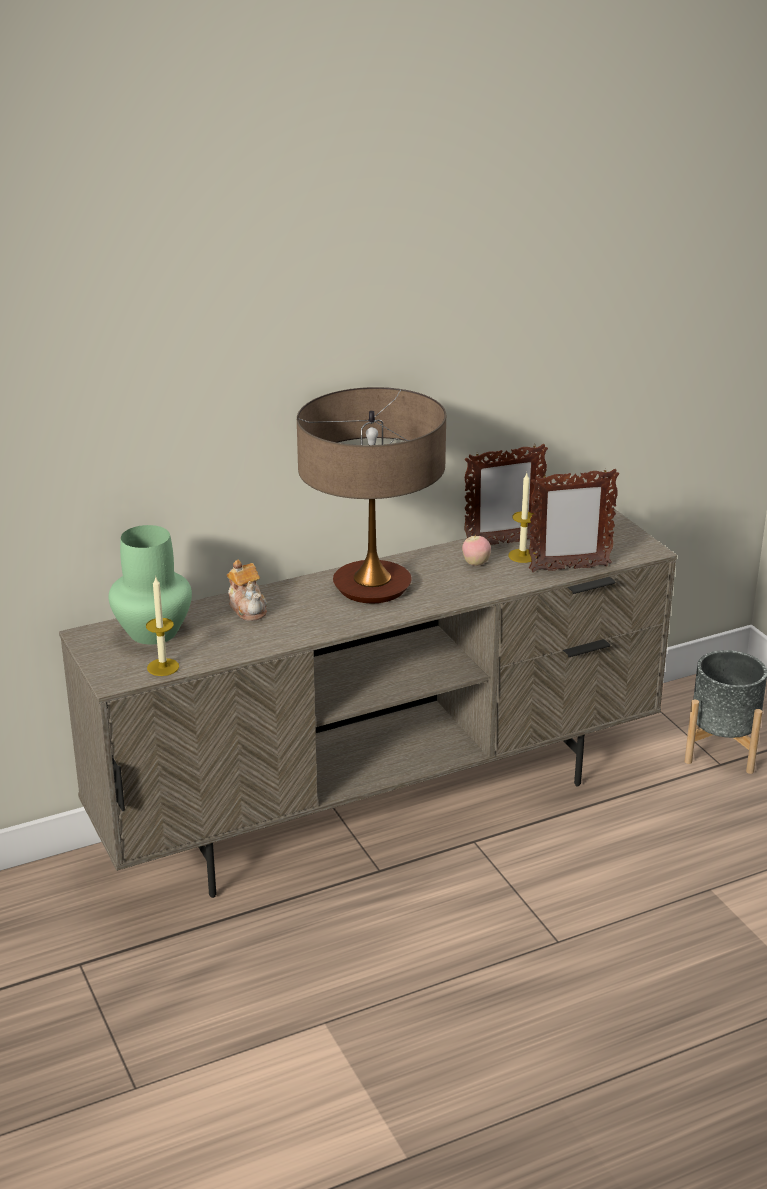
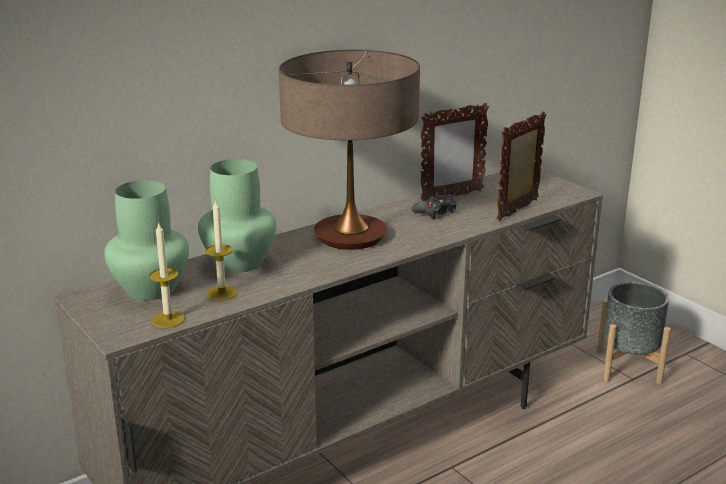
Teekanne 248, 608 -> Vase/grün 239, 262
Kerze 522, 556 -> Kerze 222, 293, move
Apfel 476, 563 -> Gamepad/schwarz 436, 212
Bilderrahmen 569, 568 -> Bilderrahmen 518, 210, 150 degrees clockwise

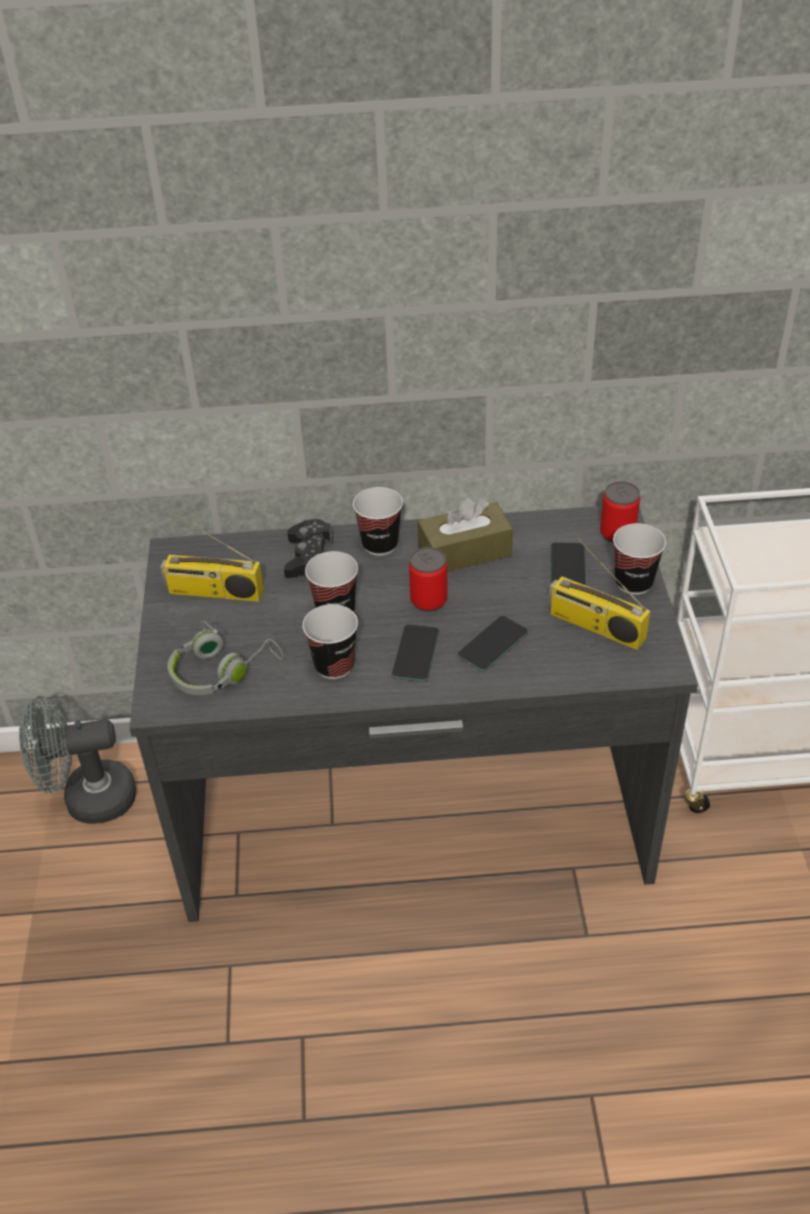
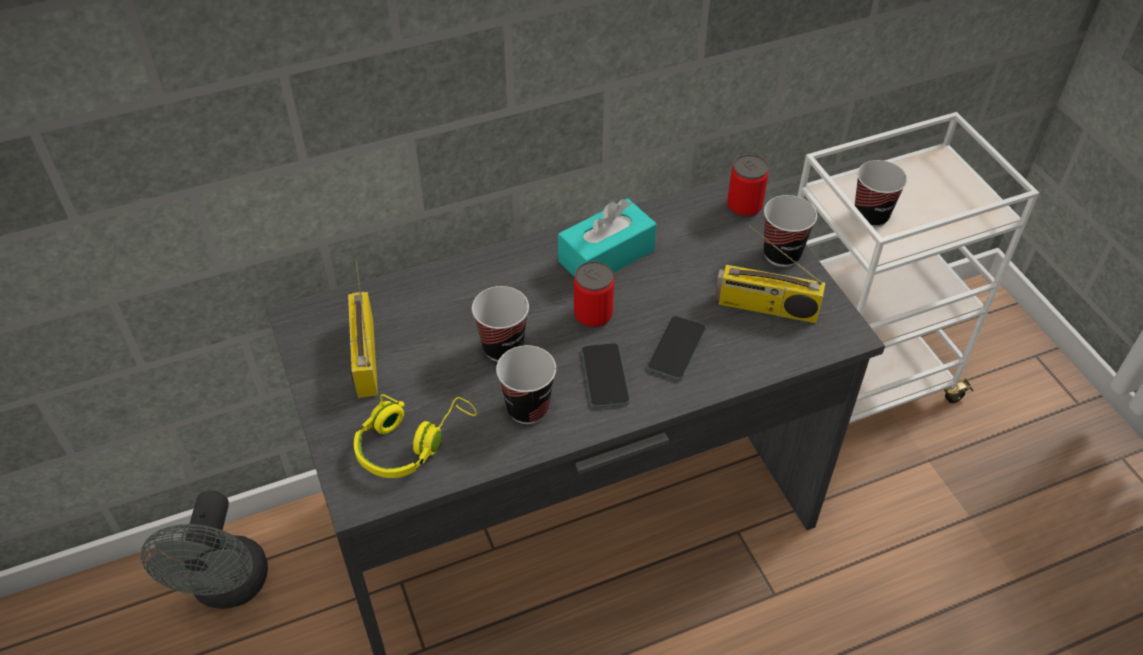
Ventilator/grau 88, 799 -> Ventilator/grau 228, 588, 60 degrees counterclockwise
Radio 213, 592 -> Radio 363, 355, 90 degrees clockwise
Kopfhörer/grau 222, 670 -> Kopfhörer/gelb 411, 442
Taschentuchbox/braun 464, 552 -> Taschentuchbox/türkis 606, 256
Tasse 380, 544 -> Tasse 871, 216, move
Gamepad/schwarz 309, 557 -> none
Handy 567, 568 -> none

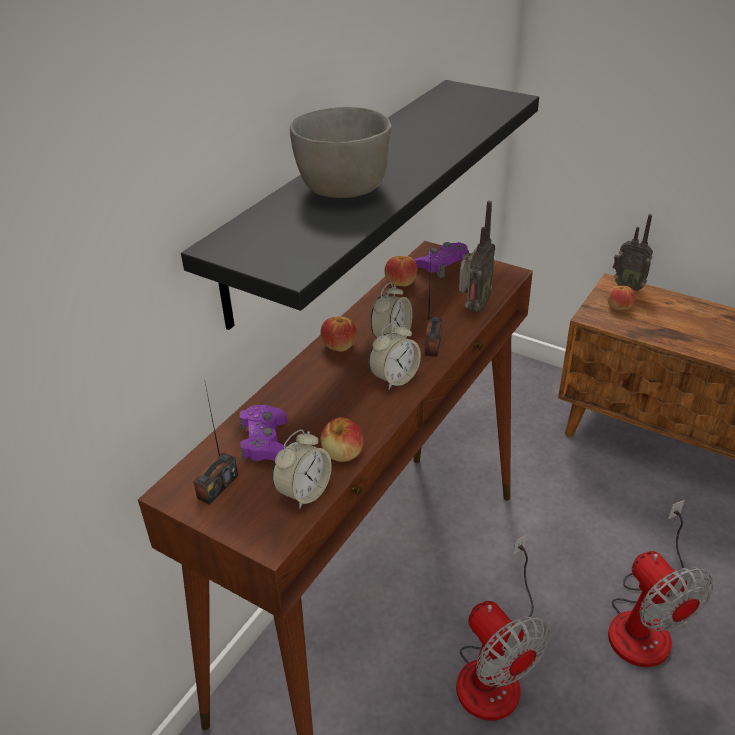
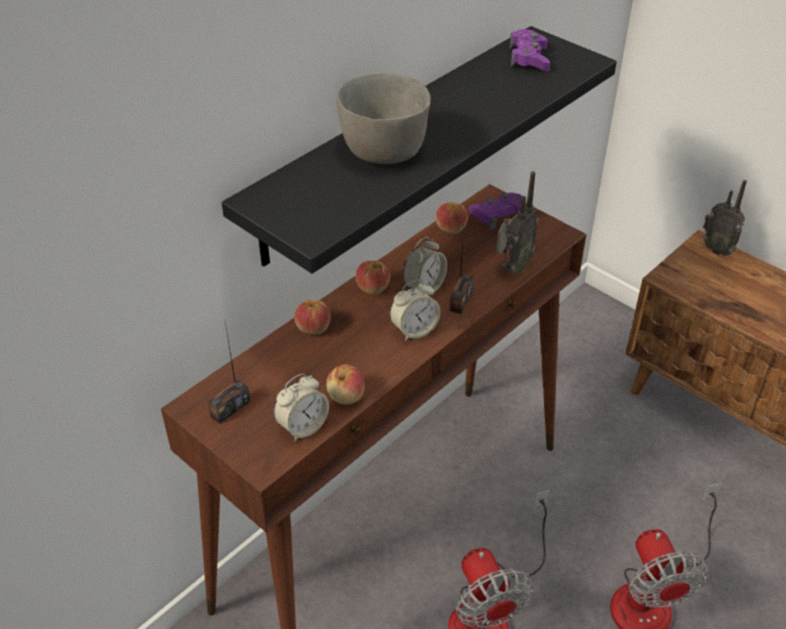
Apfel 618, 307 -> Apfel 313, 328, move
Gamepad/lila 265, 442 -> Gamepad/lila 529, 58, move

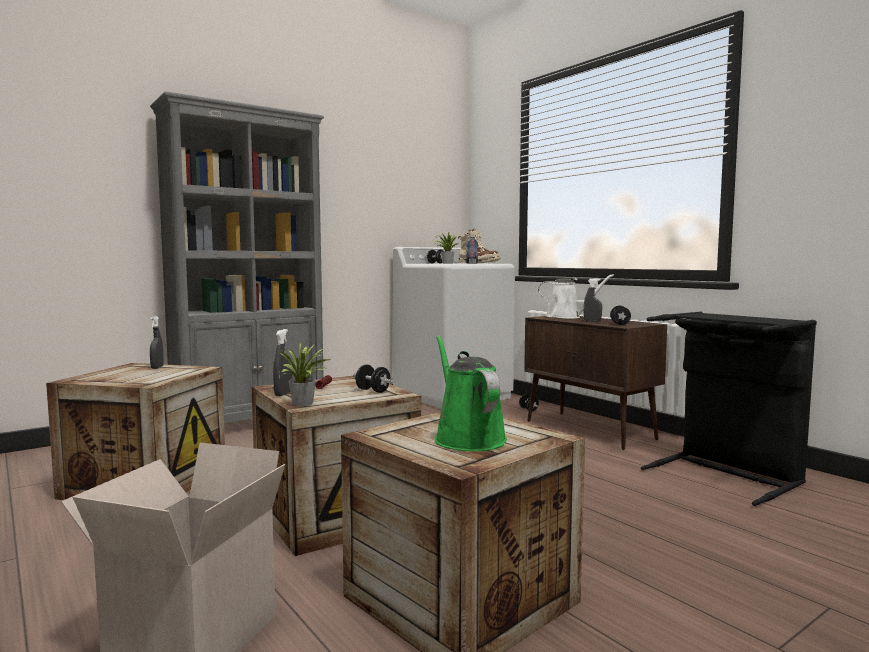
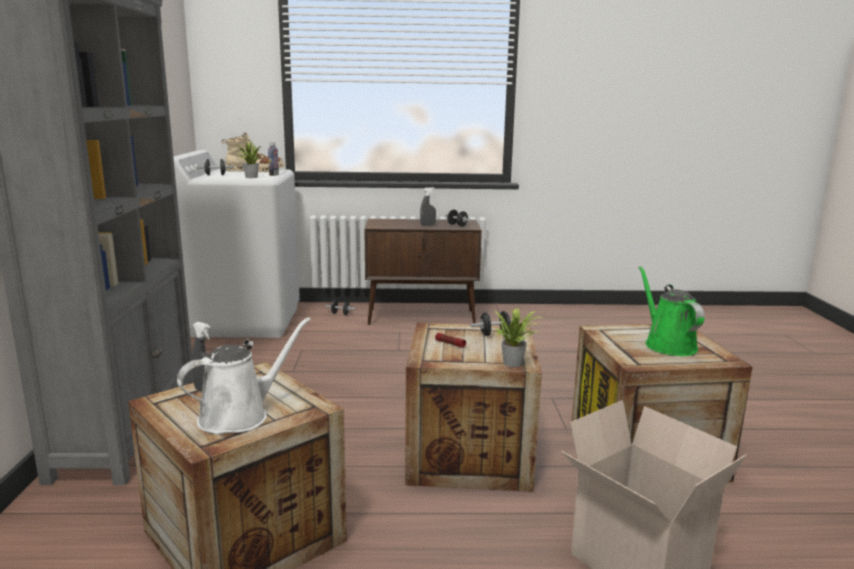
Gießkanne/weiß 567, 317 -> Gießkanne/weiß 239, 416, move
Gießkanne/grün 467, 438 -> Gießkanne/grün 667, 344, 60 degrees clockwise
Sprühflasche/grau 283, 394 -> none
Wäschekorb/schwarz 728, 474 -> none

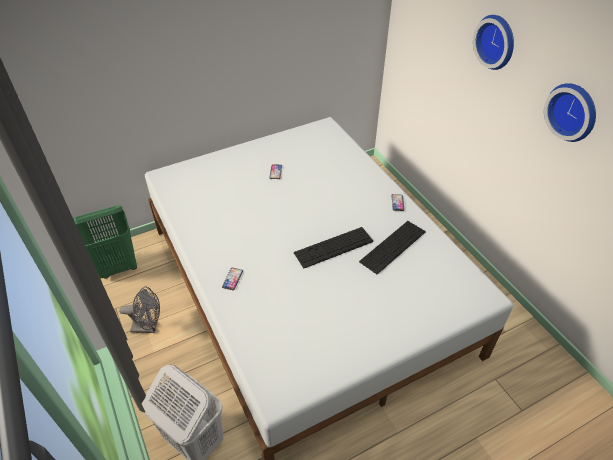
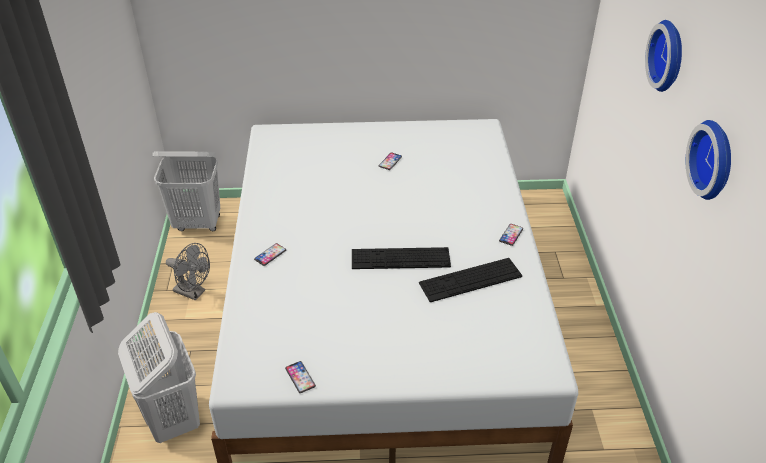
Wäschekorb/grün 118, 267 -> Wäschekorb/weiß 198, 223
none -> Handy 300, 377

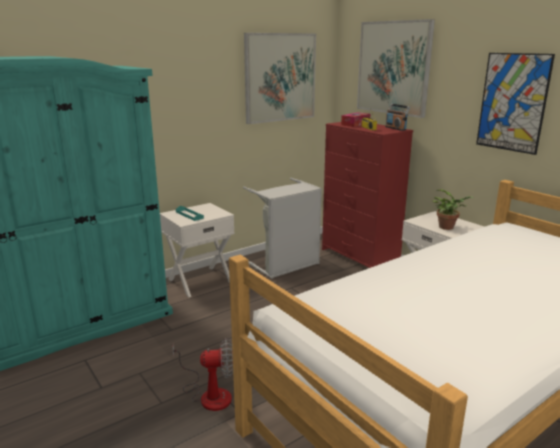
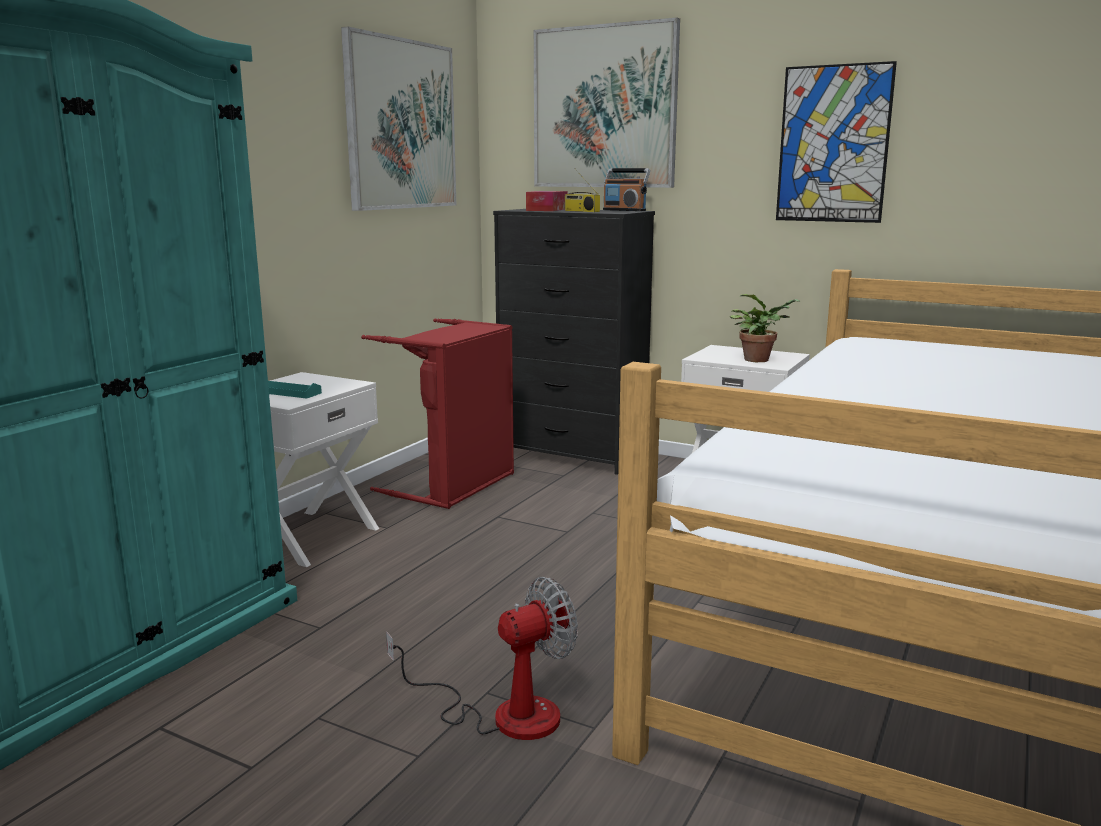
Wäschekorb/grau 286, 265 -> Wäschekorb/rot 456, 486
Kommode/rot 360, 257 -> Kommode/schwarz 573, 454

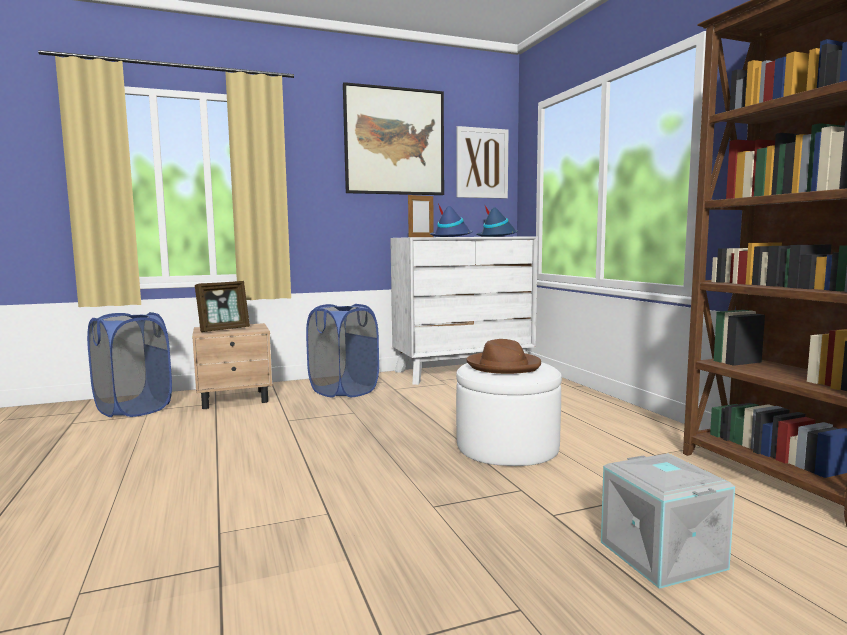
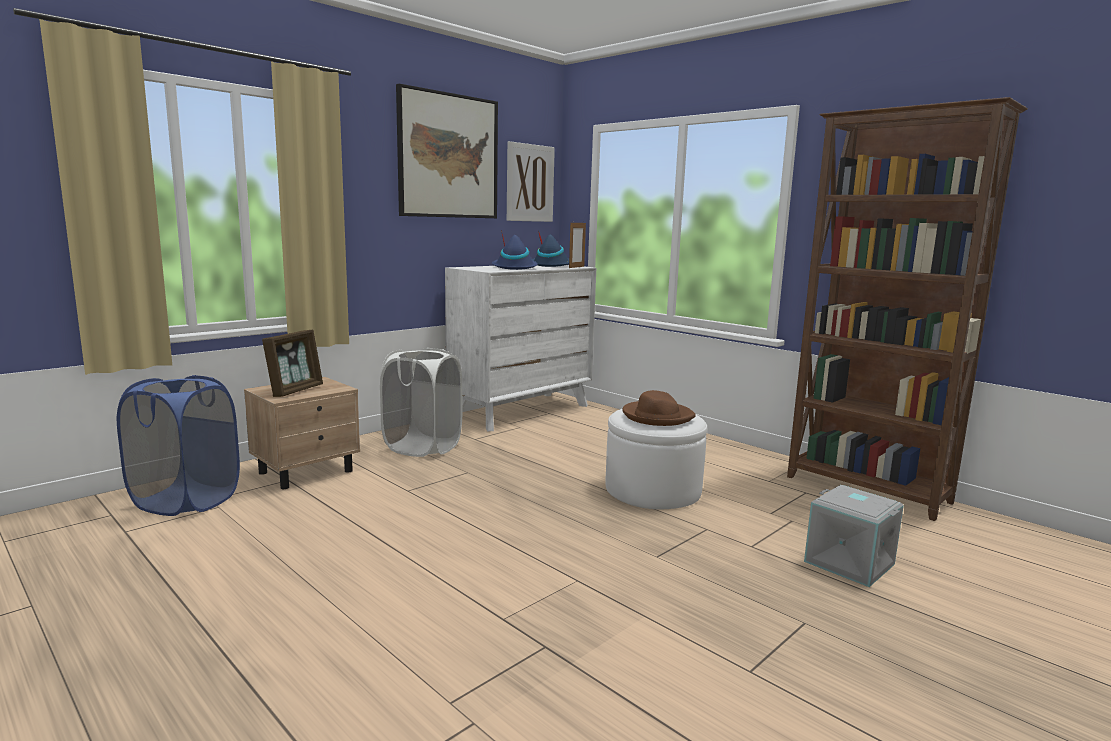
Wäschekorb/blau 343, 391 -> Wäschekorb/weiß 422, 447
Bilderrahmen 421, 237 -> Bilderrahmen 576, 267, move

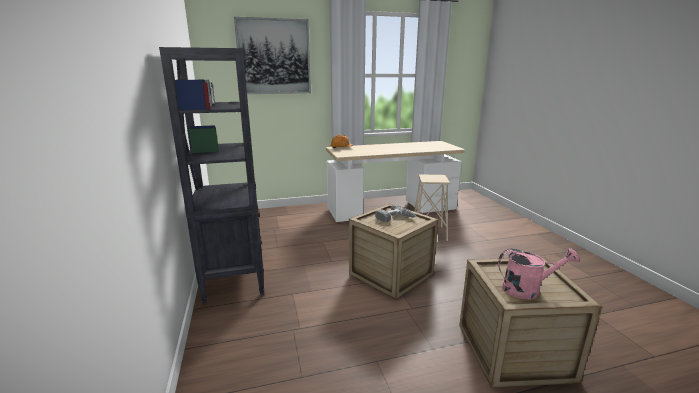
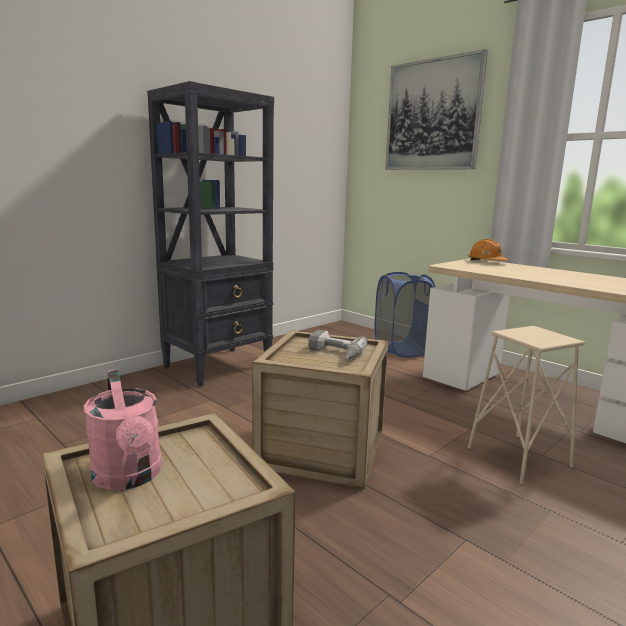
none -> Wäschekorb/blau 401, 349

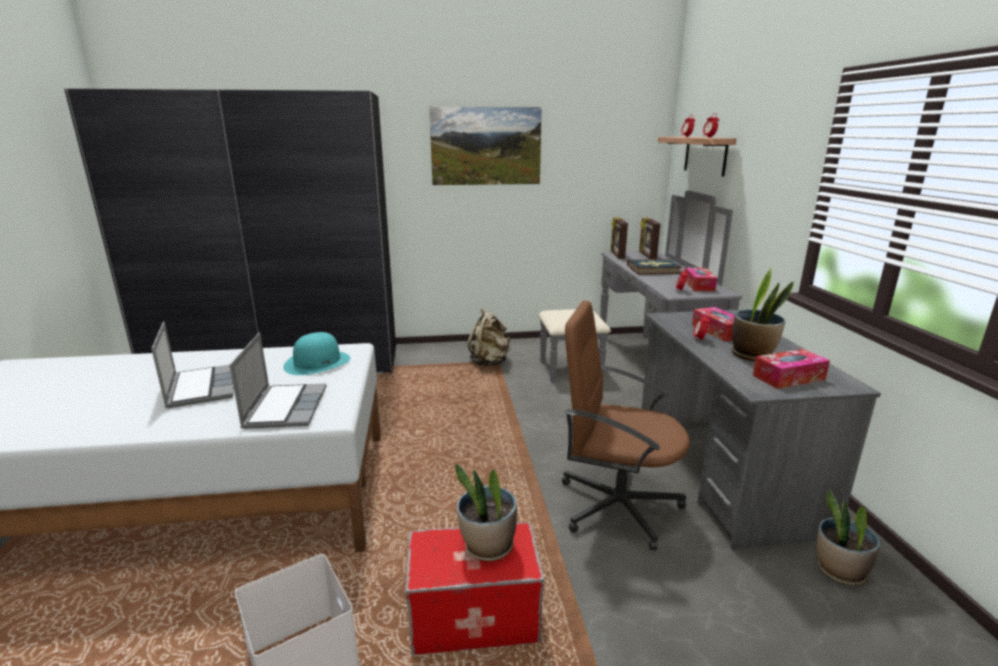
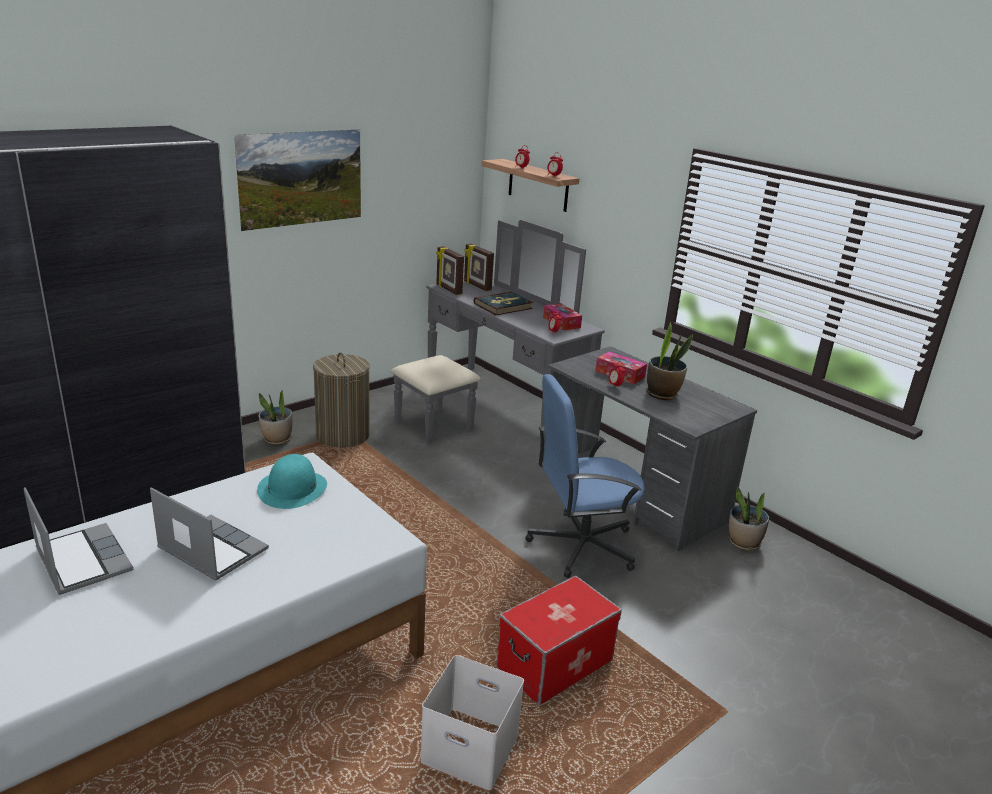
Laptop 285, 407 -> Laptop 81, 560, move
Topfpflanze 488, 547 -> Topfpflanze 277, 439, move
Rucksack/beige 490, 362 -> Wäschekorb 342, 435
Bürostuhl/braun 616, 505 -> Bürostuhl/blau 580, 545
Taschentuchbox 788, 377 -> none

